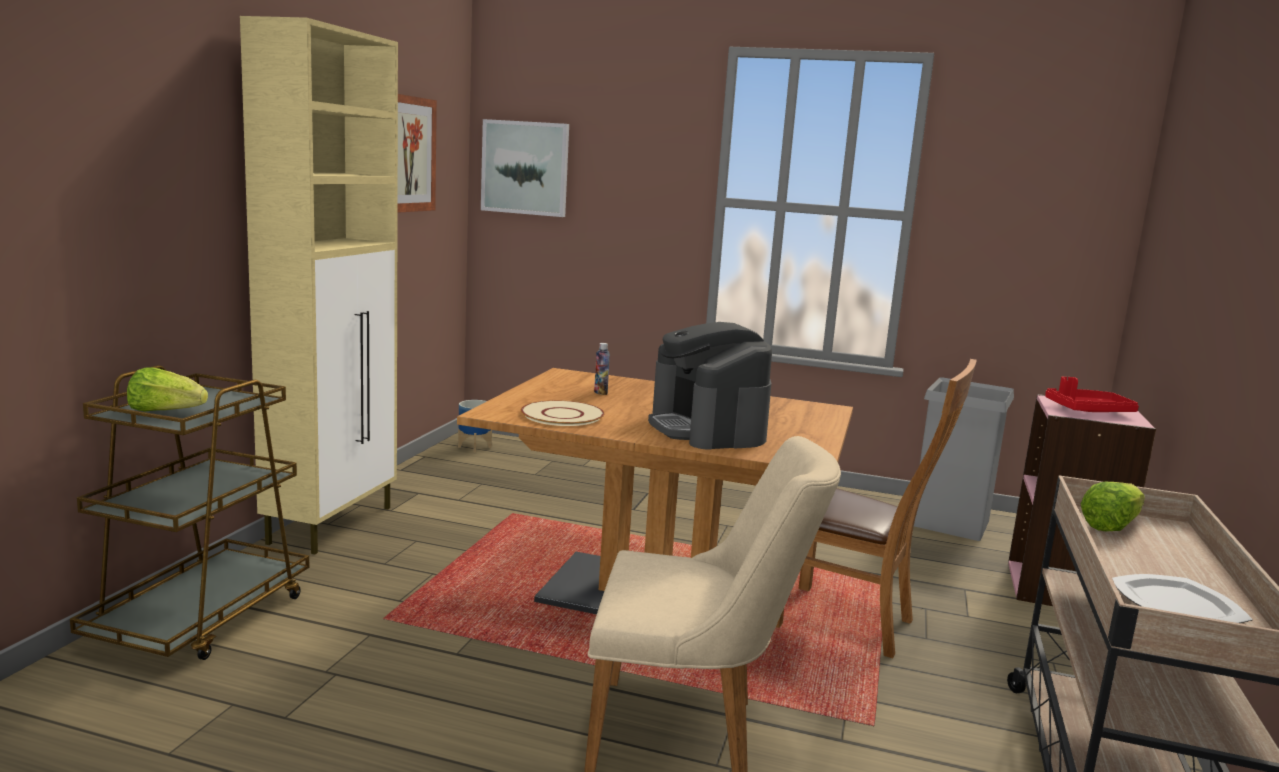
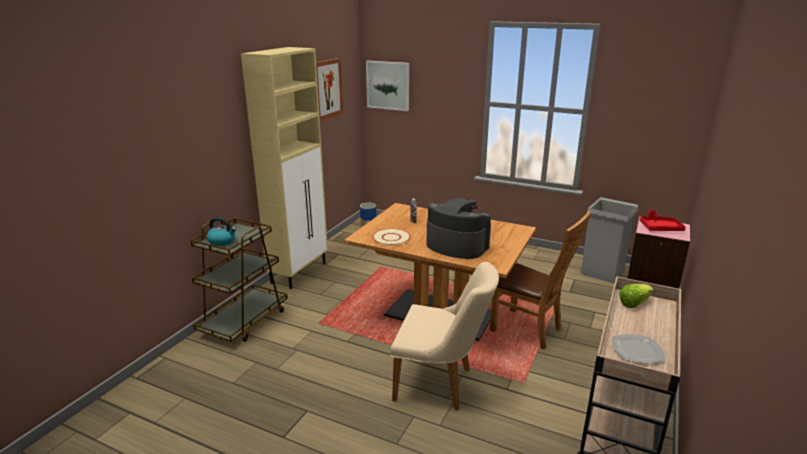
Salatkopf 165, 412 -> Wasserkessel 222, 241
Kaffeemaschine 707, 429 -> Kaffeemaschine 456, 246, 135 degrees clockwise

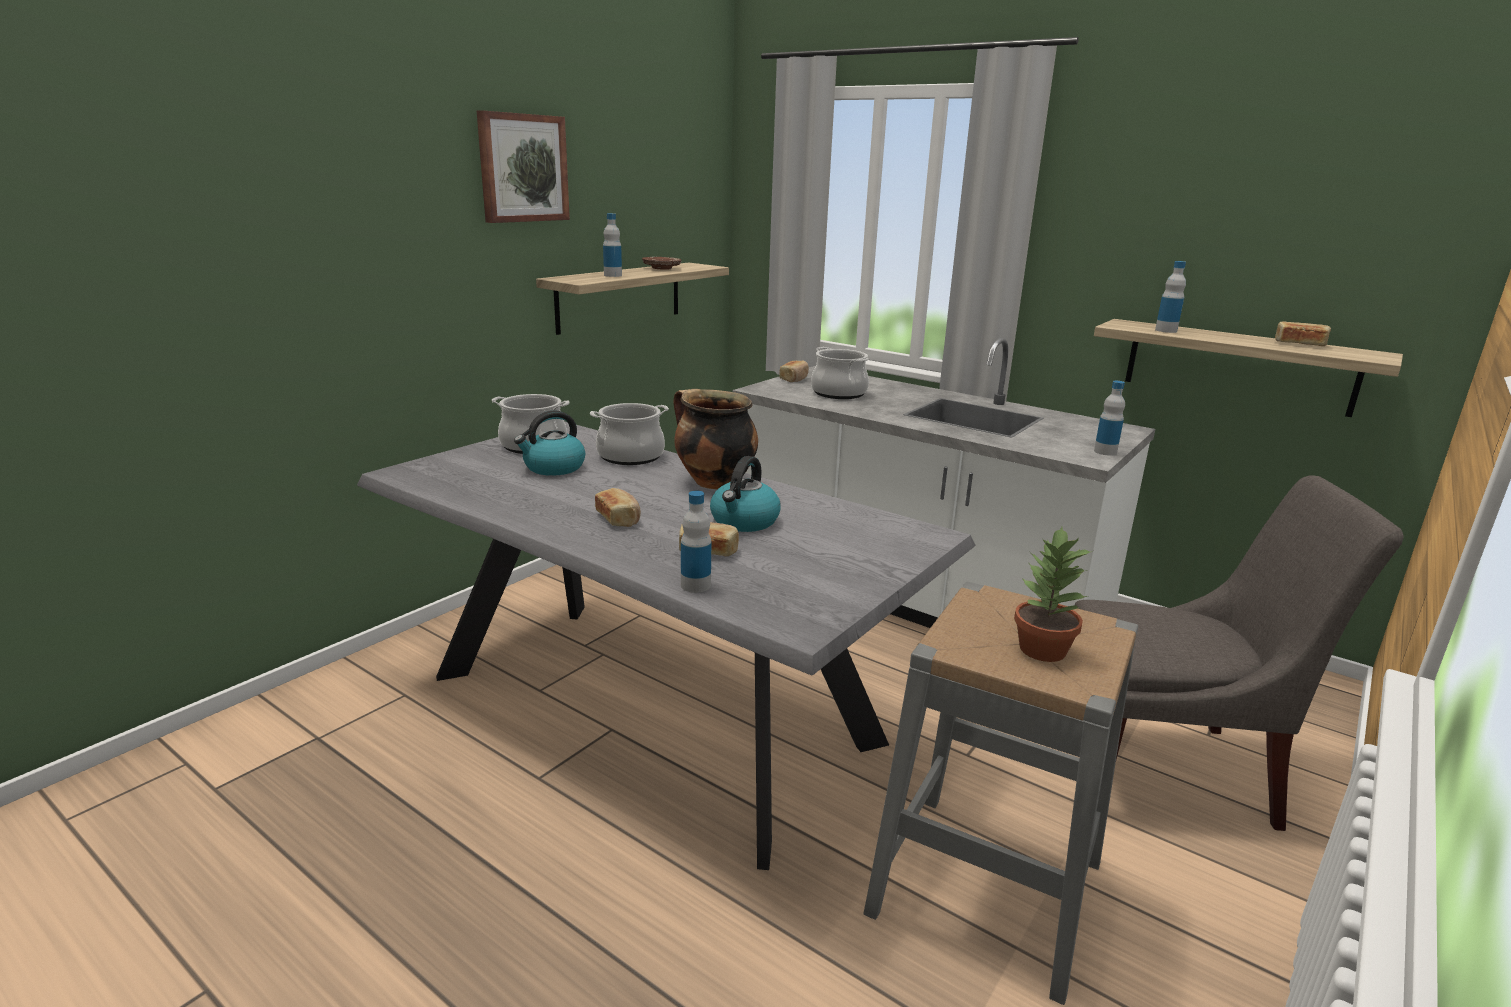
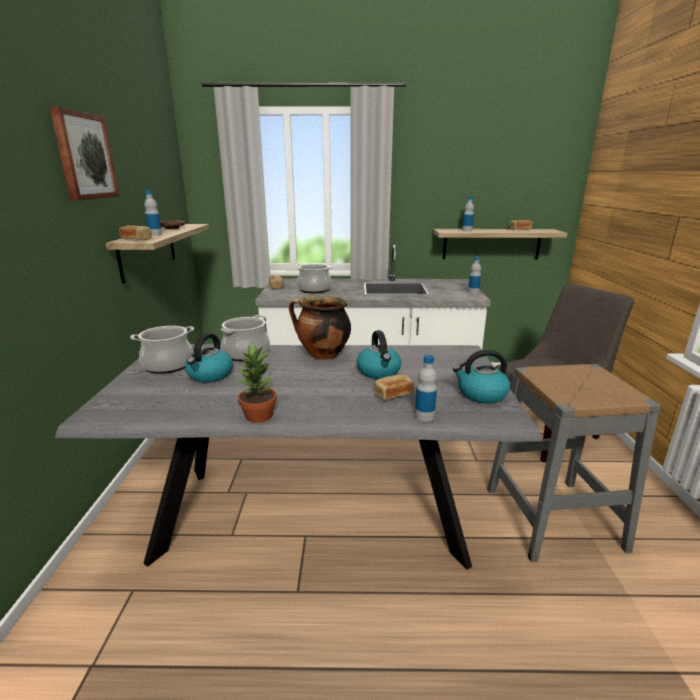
Brot 619, 518 -> Brot 137, 239, move
Topfpflanze 1042, 650 -> Topfpflanze 258, 416, move
none -> Wasserkessel 481, 394

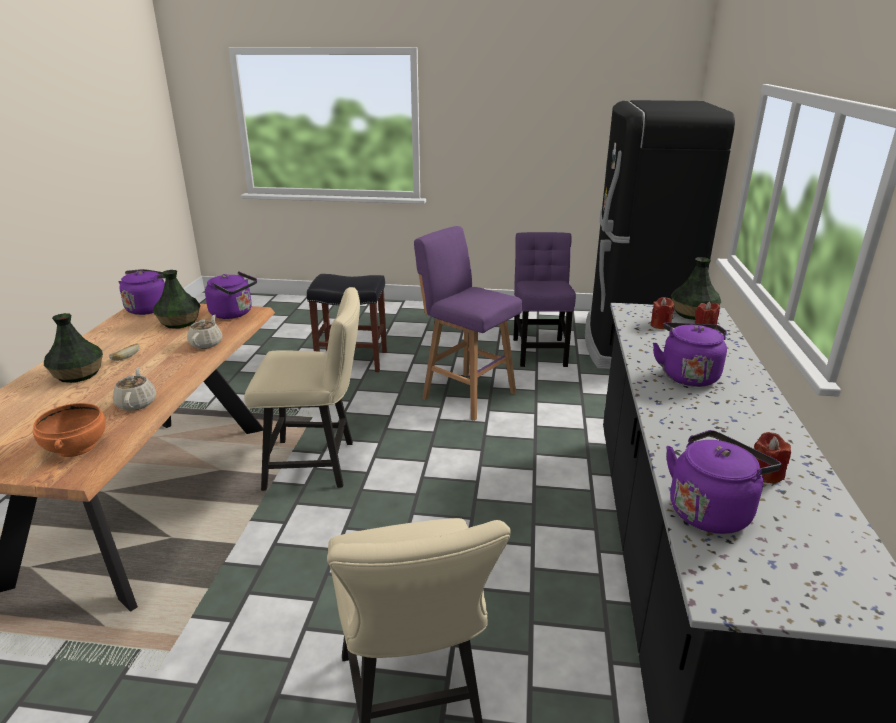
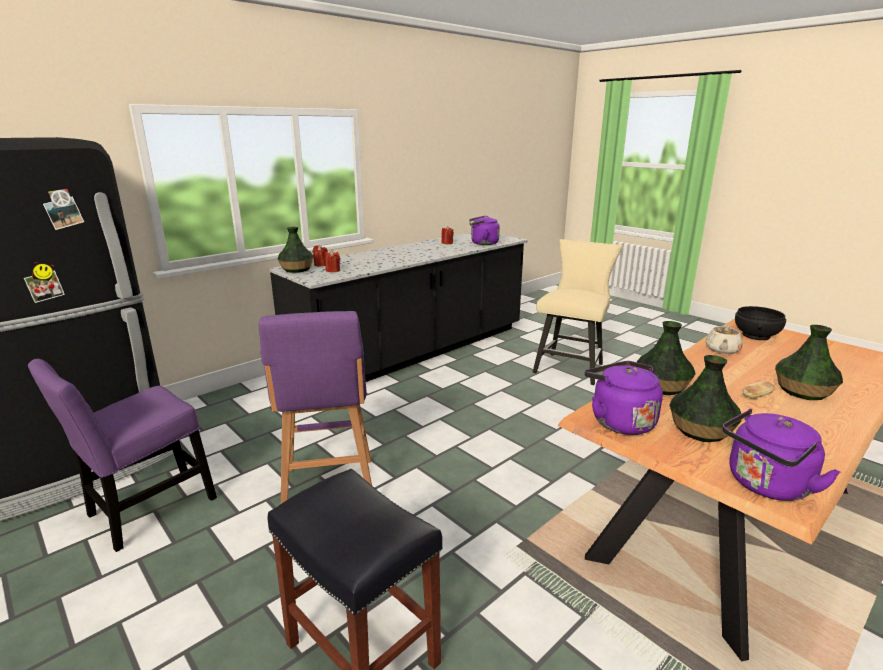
Teekanne/beige 206, 343 -> Vase 661, 386
Schüssel/orange 75, 447 -> Schüssel/schwarz 756, 336
Stuhl/beige 318, 464 -> none
Wasserkessel/lila 687, 375 -> none

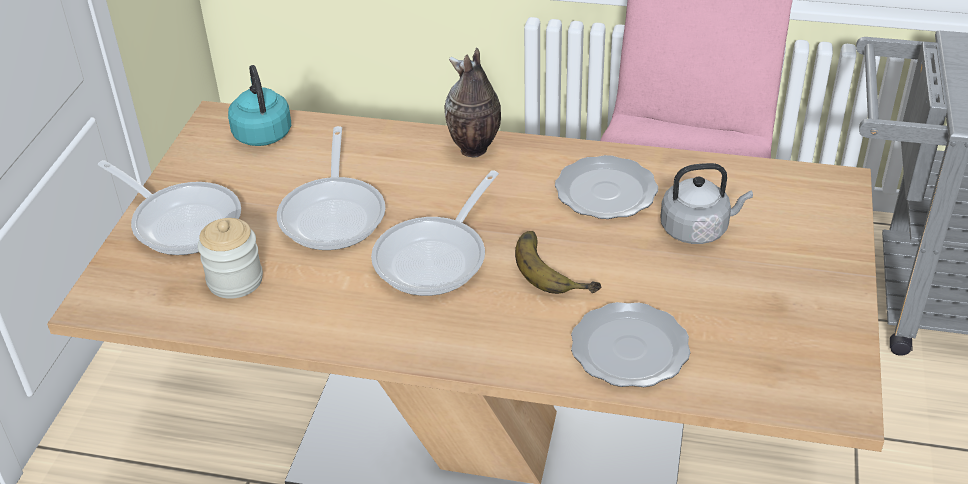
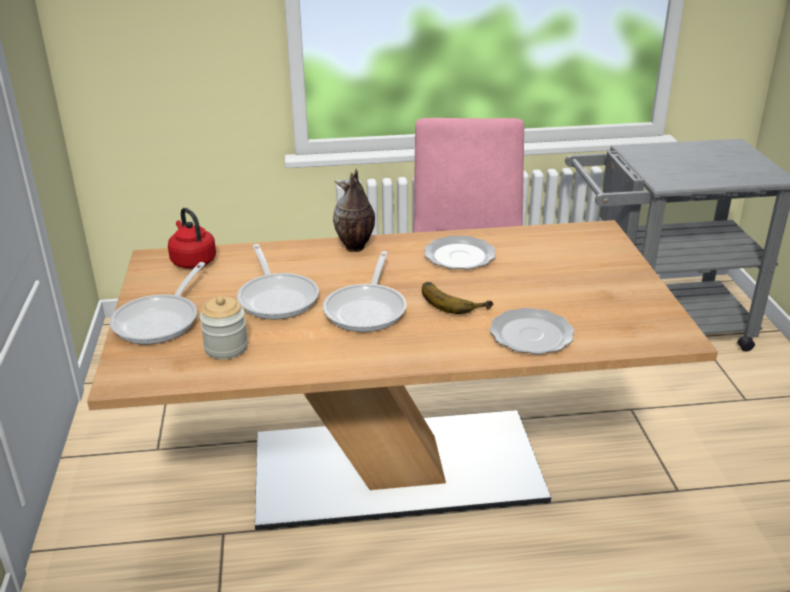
Pfanne 181, 220 -> Pfanne 161, 320, 90 degrees clockwise
Wasserkessel/türkis 262, 132 -> Wasserkessel/rot 192, 261
Wasserkessel/grau 698, 229 -> none

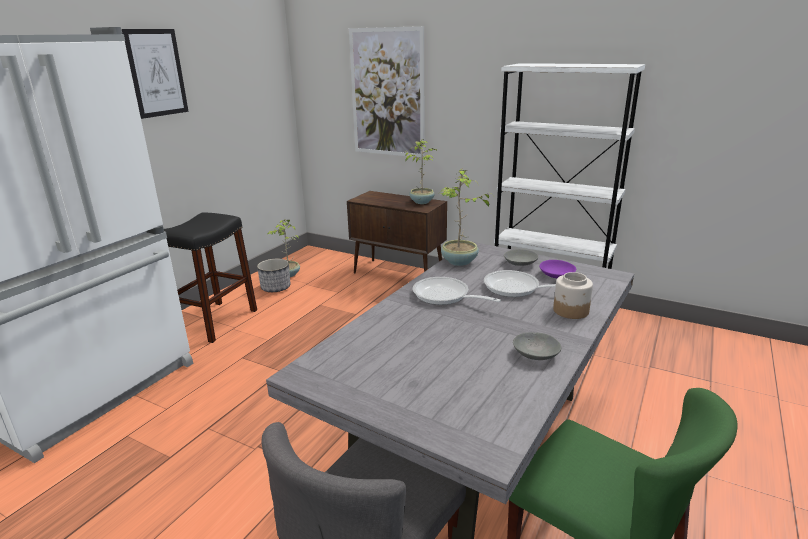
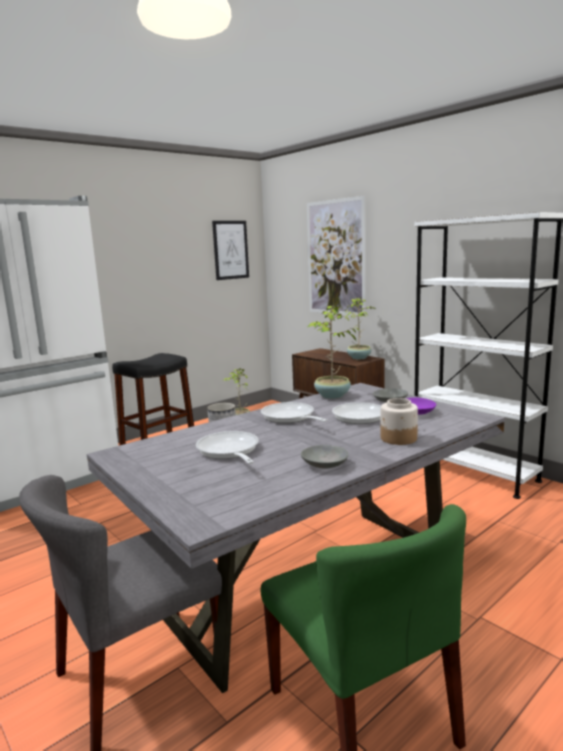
none -> Pfanne 229, 451
Bild 156, 73 -> Bild 231, 250, move

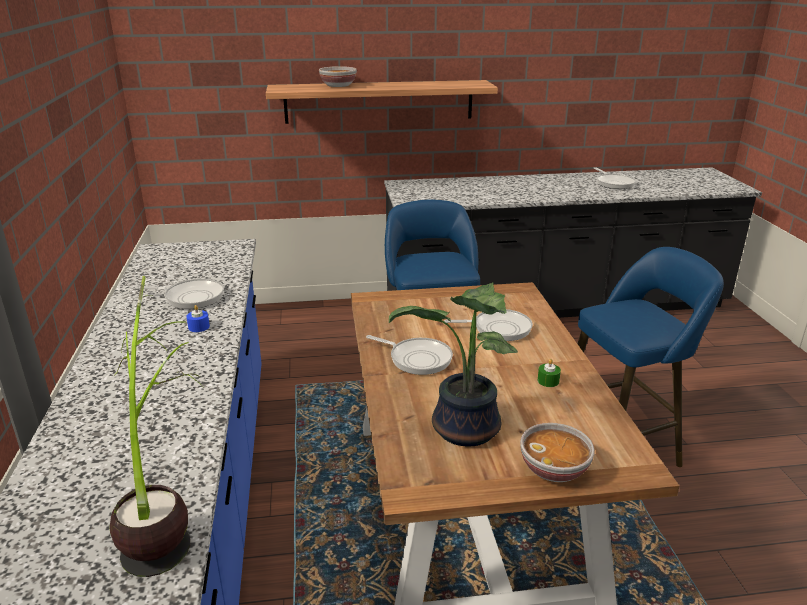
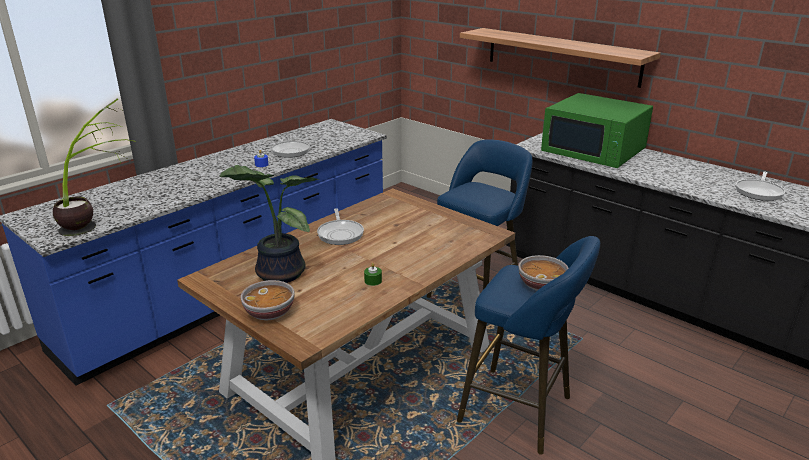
Schüssel 338, 86 -> Schüssel 541, 285, move
none -> Mikrowelle/grün 594, 151
Pfanne 498, 328 -> none

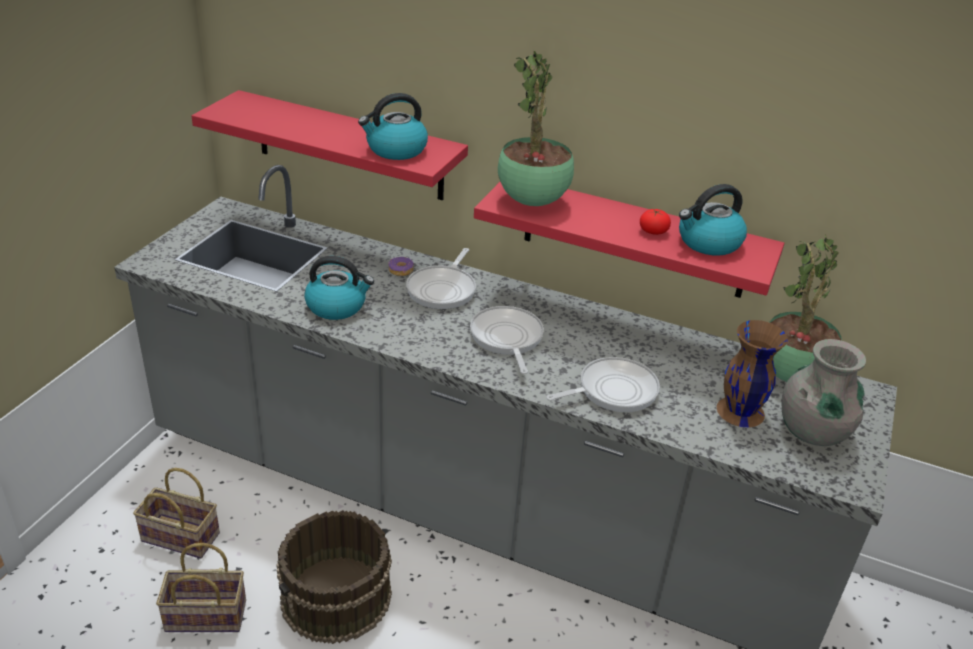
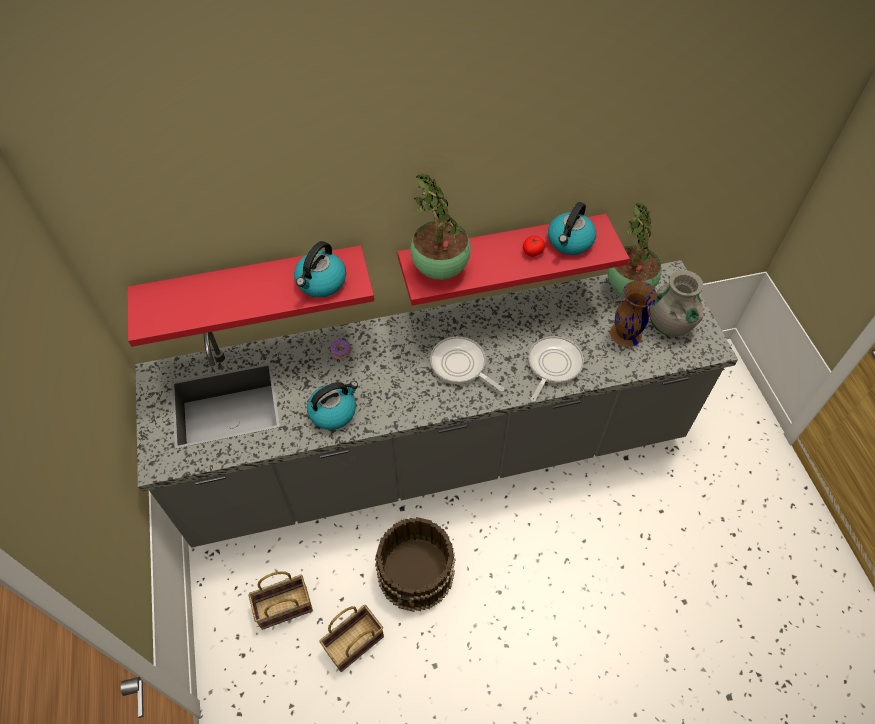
Pfanne 443, 289 -> none

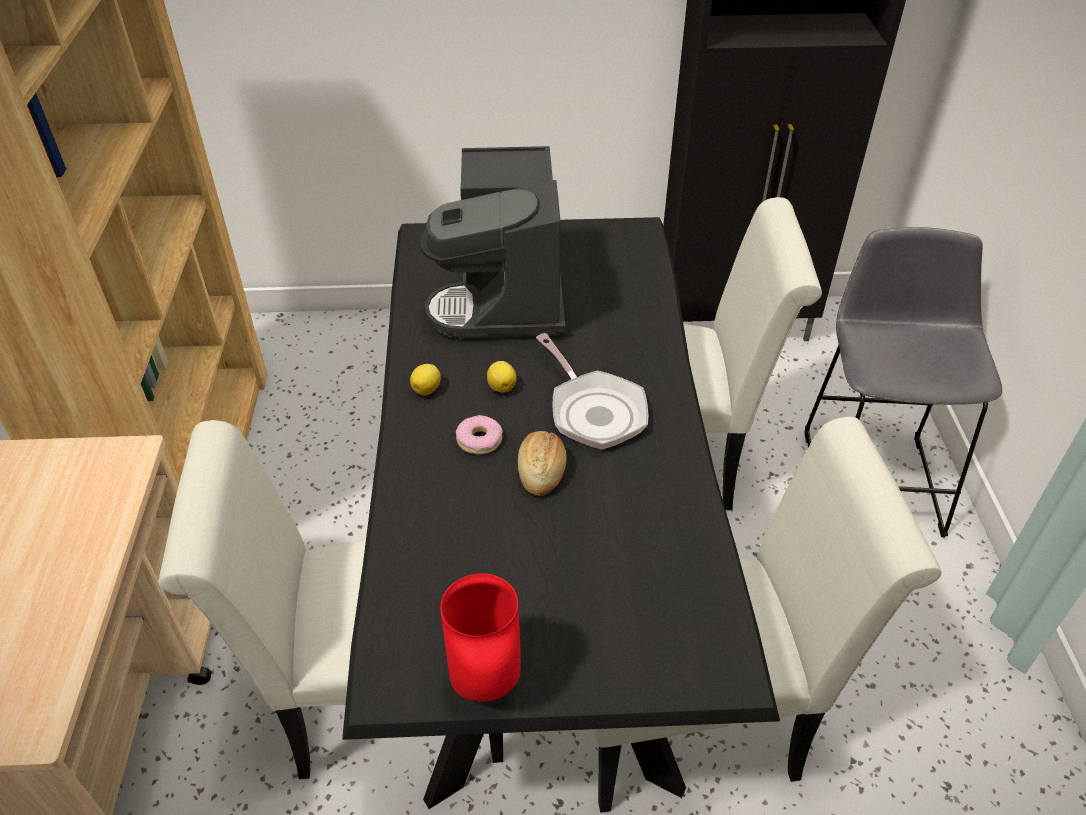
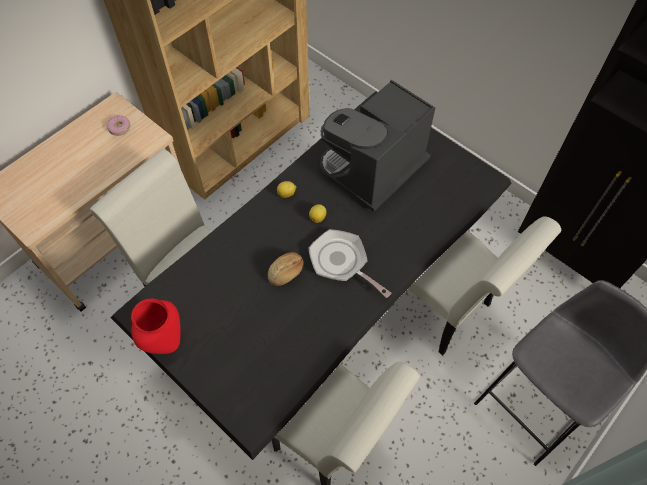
Donut 479, 440 -> Donut 119, 128, move
Pfanne 594, 411 -> Pfanne 341, 262, 120 degrees clockwise

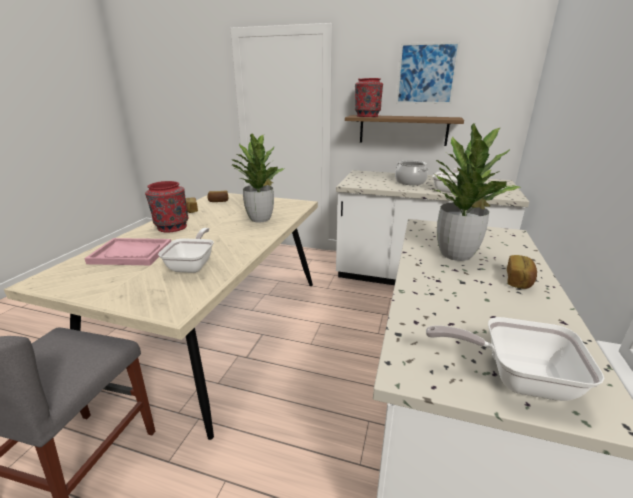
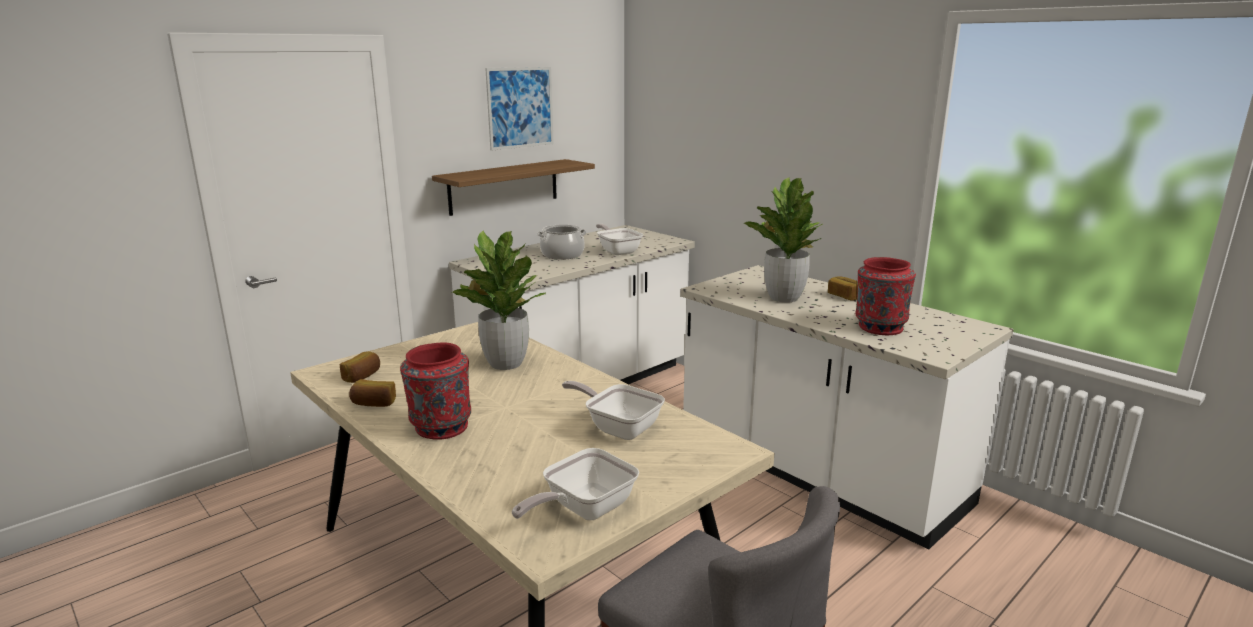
Pfanne 515, 377 -> Pfanne 583, 510, move
Vase/rot 367, 116 -> Vase/rot 879, 327, move
Tablett/rosa 131, 253 -> none

